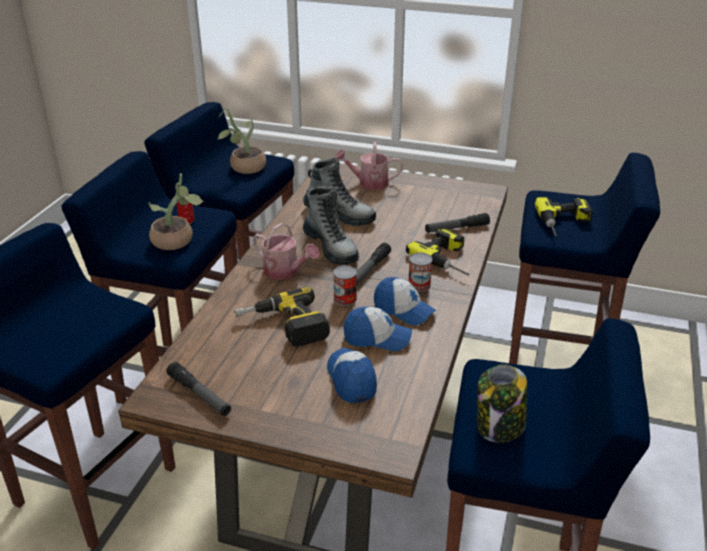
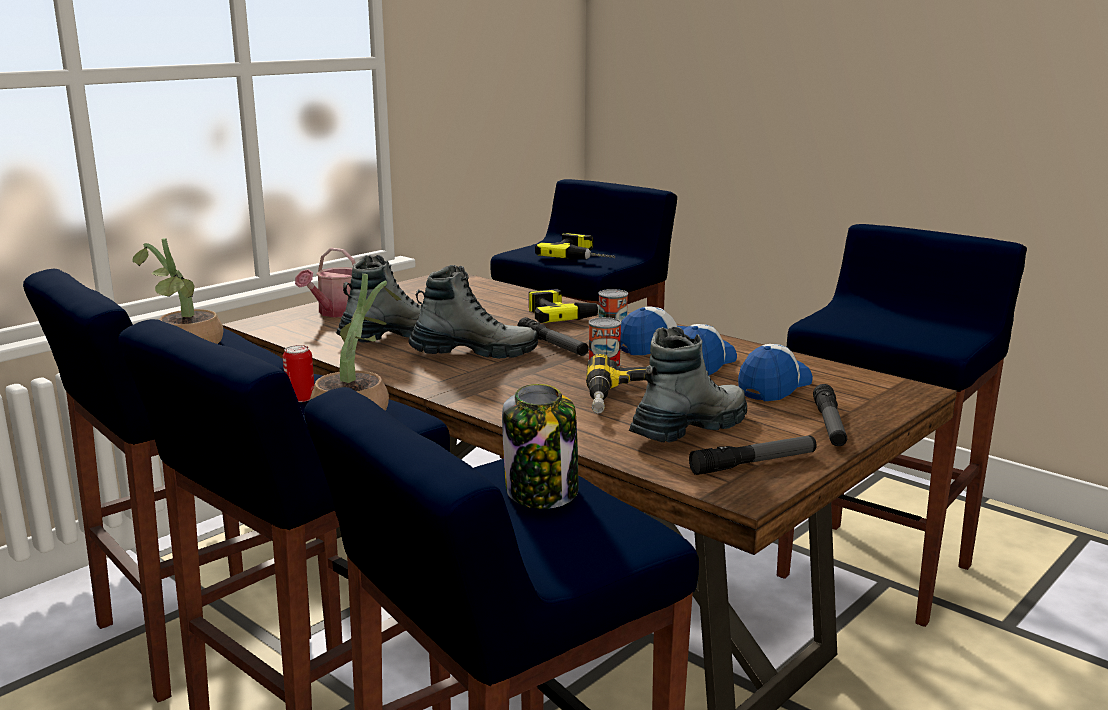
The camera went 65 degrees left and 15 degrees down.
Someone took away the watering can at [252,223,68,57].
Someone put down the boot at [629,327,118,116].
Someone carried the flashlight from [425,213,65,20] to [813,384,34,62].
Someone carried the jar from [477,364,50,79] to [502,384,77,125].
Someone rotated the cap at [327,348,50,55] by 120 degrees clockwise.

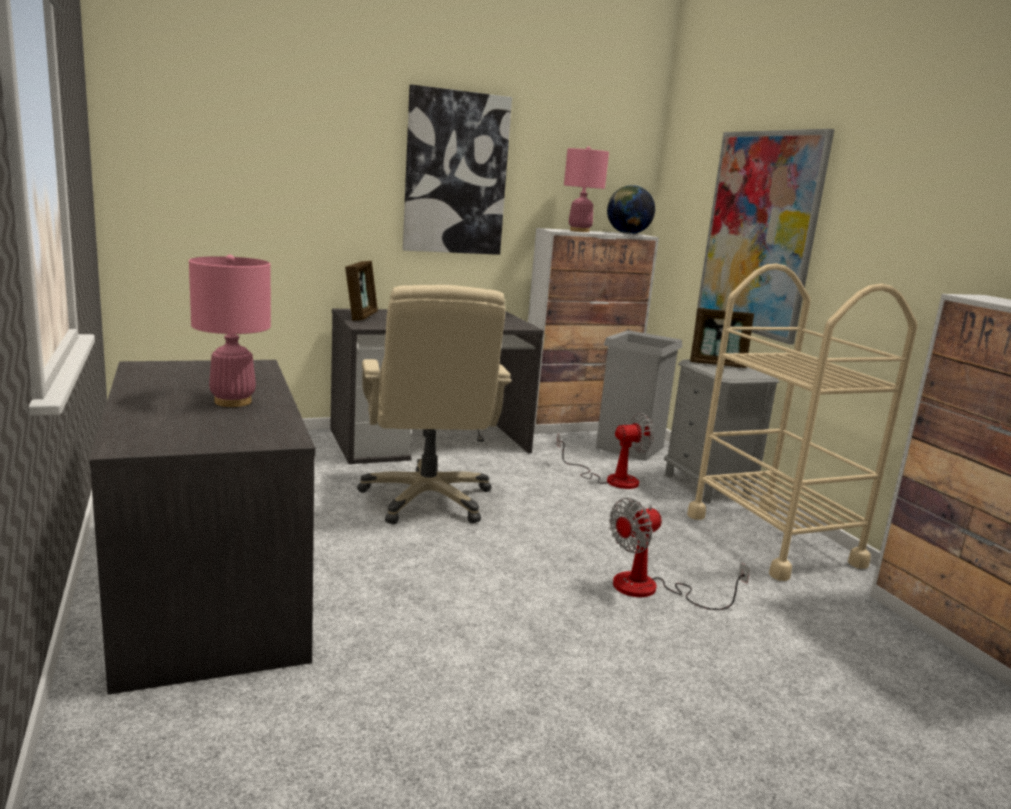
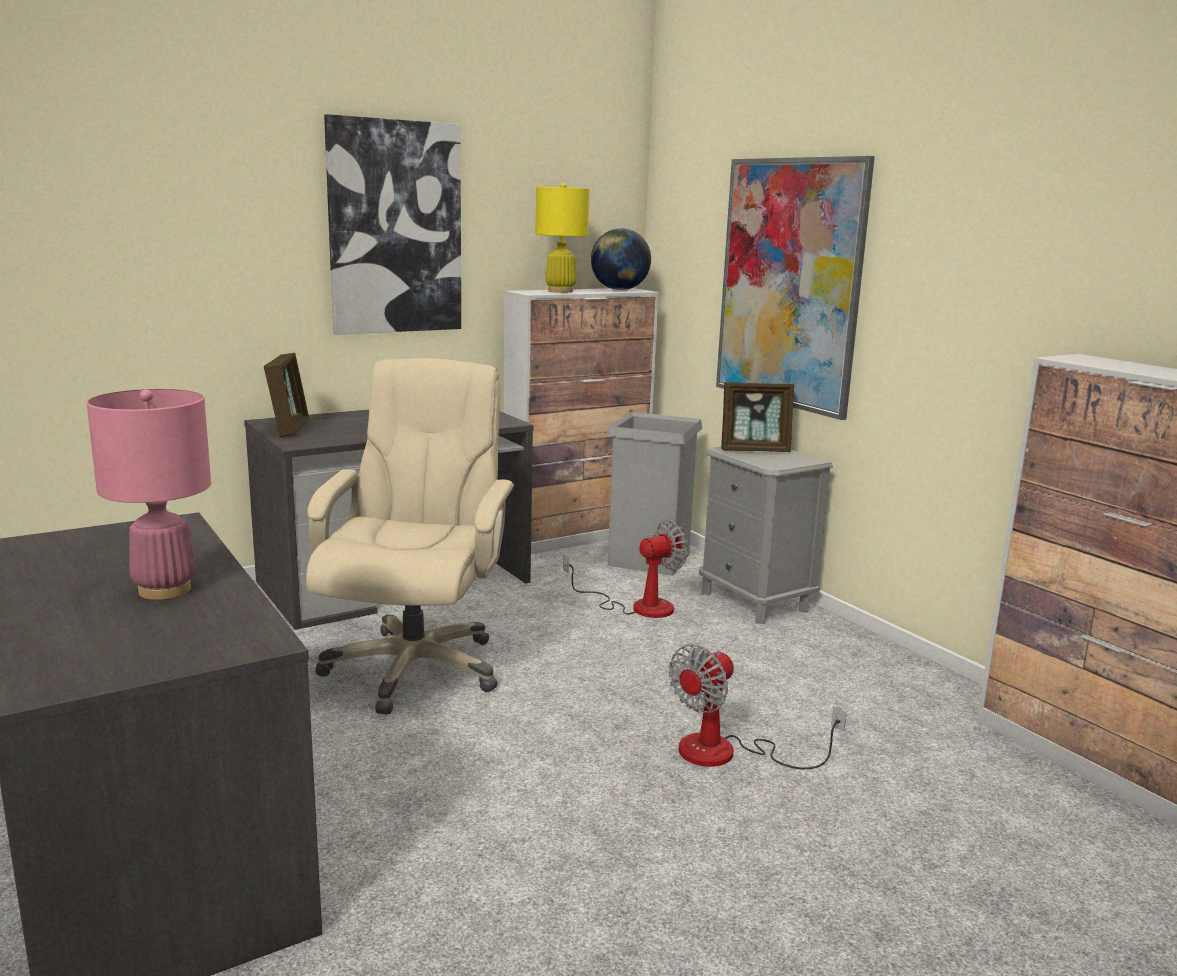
The camera went 10 degrees left and 0 degrees up.
Someone took away the beige cart at [687,263,231,318].
Someone repainted the pink table lamp at [564,146,45,86], which became the yellow table lamp at [536,183,54,110].
Someone rotated the beige office chair at [357,285,155,239] by 150 degrees counterclockwise.

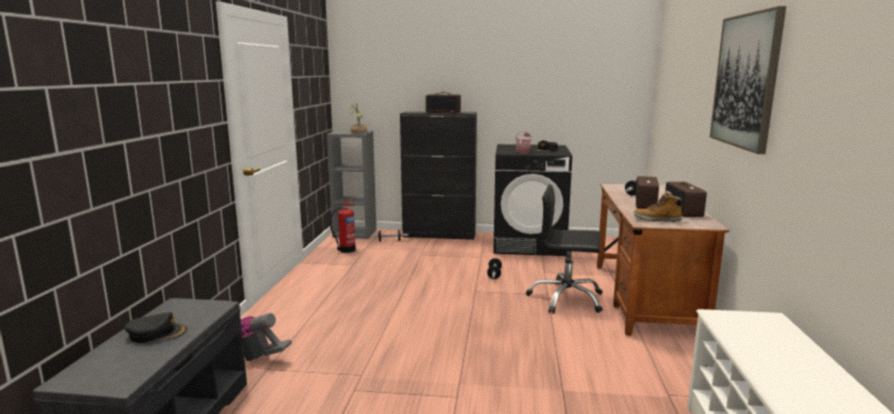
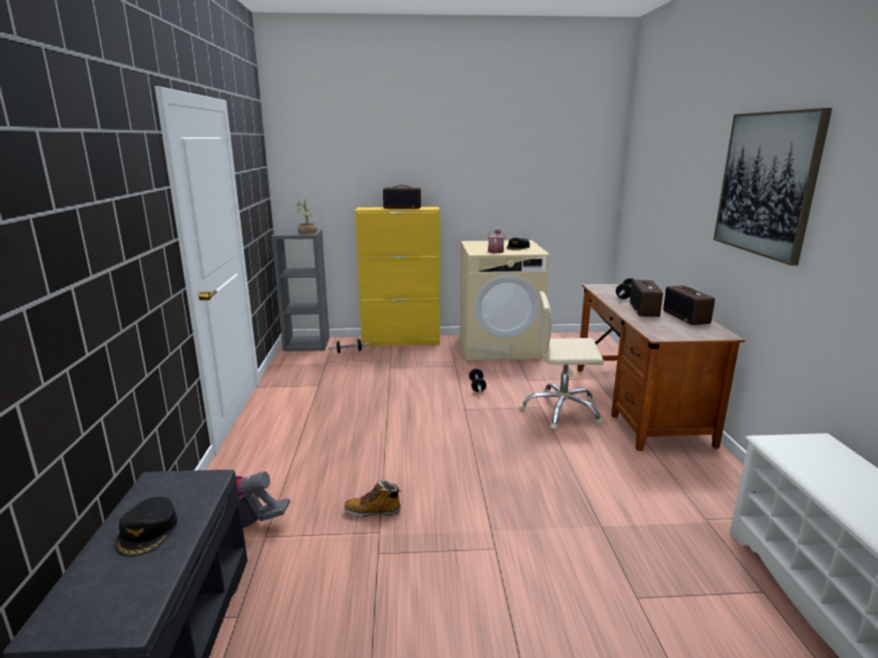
The camera went 10 degrees left and 5 degrees up.
Someone took away the fire extinguisher at [330,199,26,54].
Someone carried the boot from [633,191,50,31] to [344,480,57,37].
Someone repainted the black cabinet at [400,112,77,128], which became the yellow cabinet at [355,207,85,139].
Someone repainted the black washing machine at [493,144,79,112], which became the beige washing machine at [460,240,89,120].
Someone repainted the black office chair at [526,184,77,130], which became the beige office chair at [519,291,85,139].
Someone rotated the black cap at [124,312,63,31] by 105 degrees clockwise.

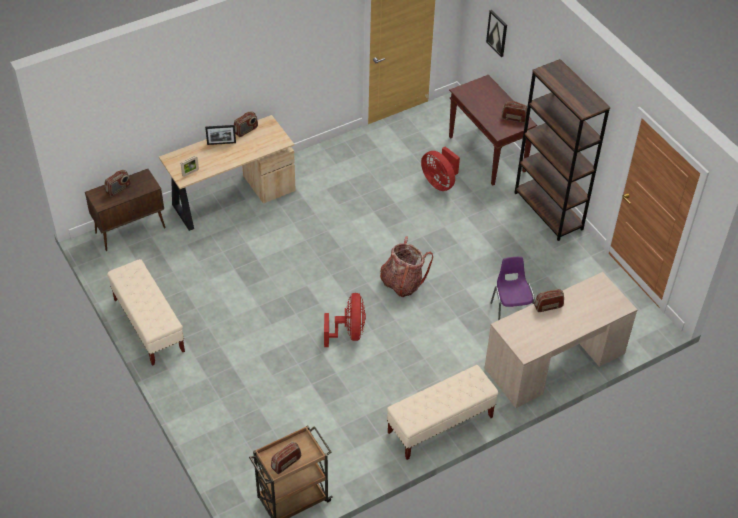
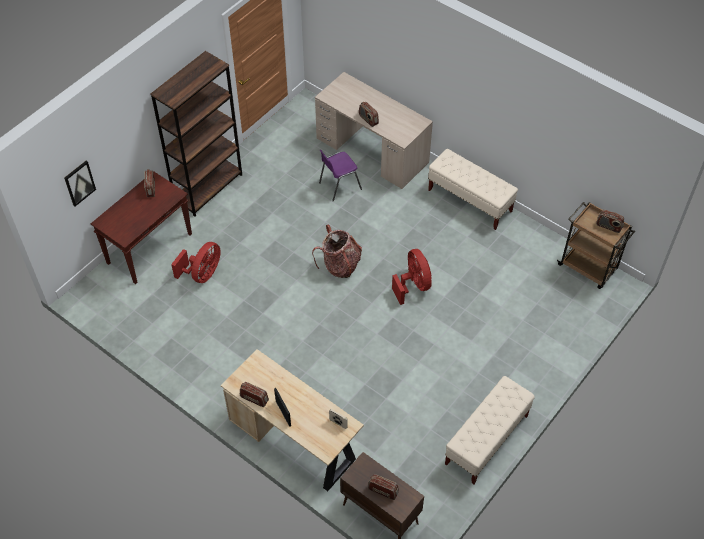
The camera went 110 degrees left and 5 degrees up.
Someone rotated the red fan at [324,293,42,54] by 90 degrees clockwise.

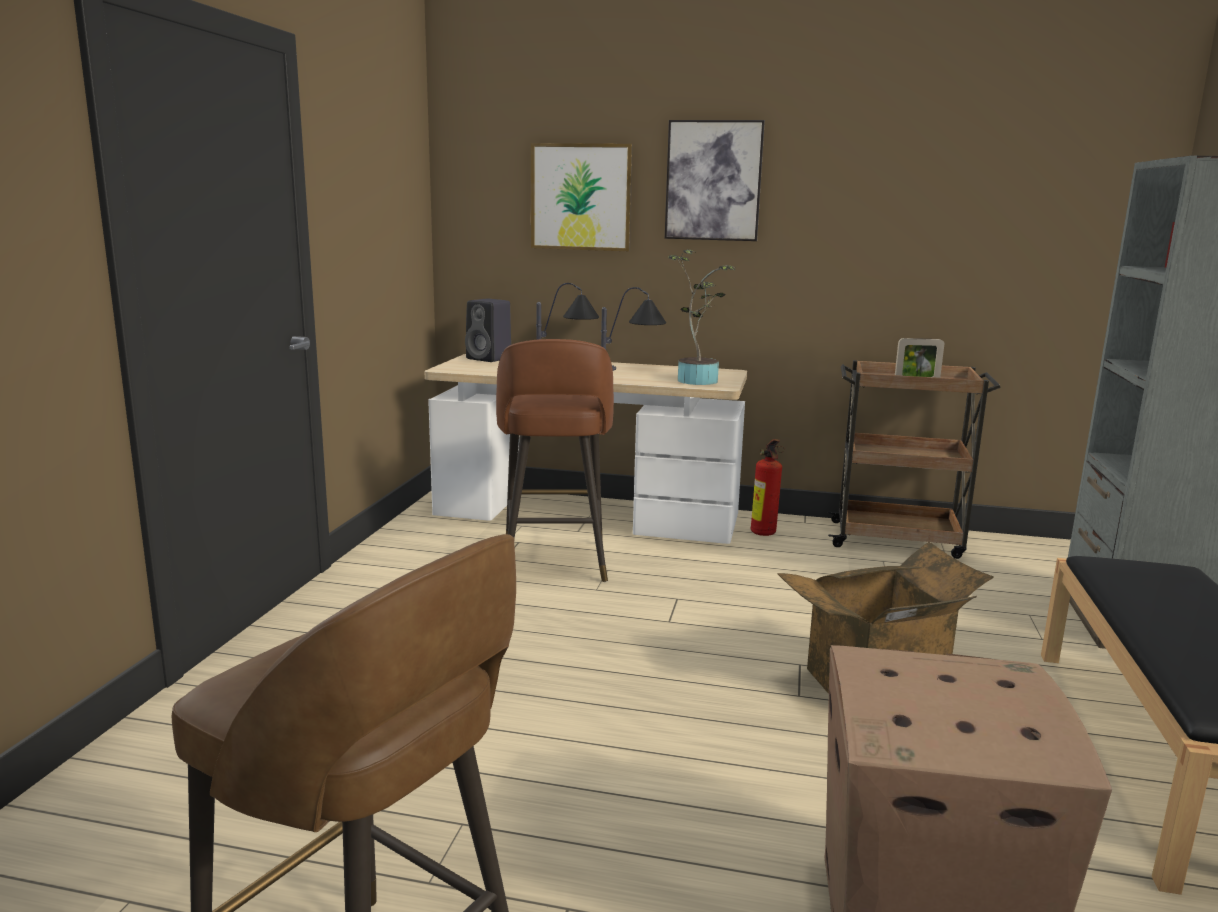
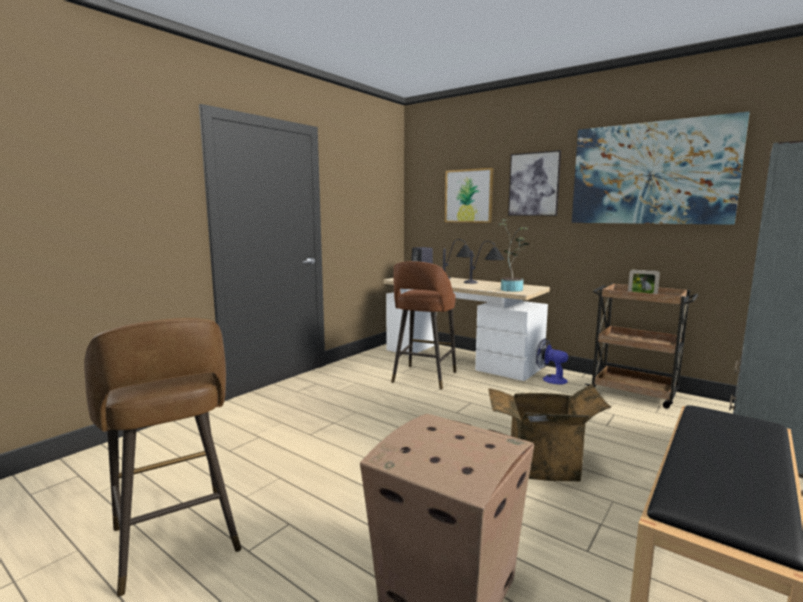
The camera went 25 degrees right and 5 degrees down.
Someone put up the picture at [572,111,178,114].
Someone swapped the fire extinguisher at [751,439,33,97] for the fan at [536,338,32,47].

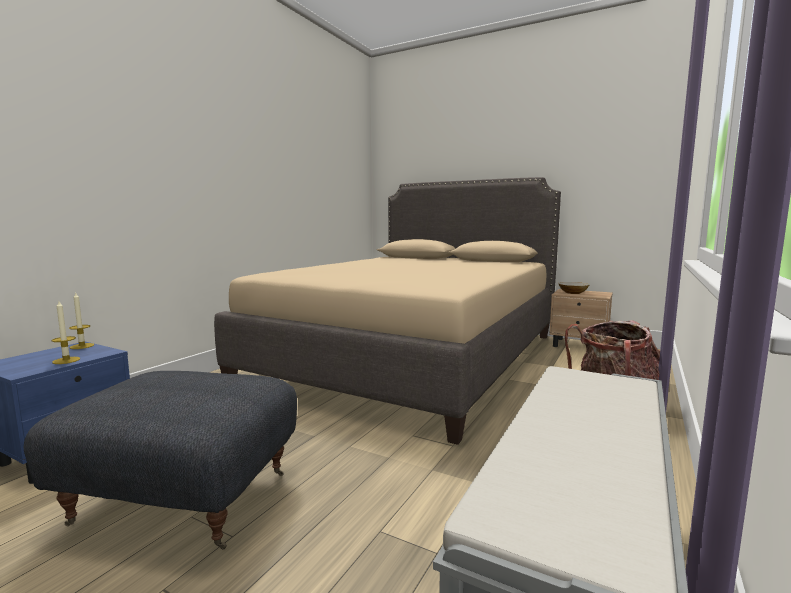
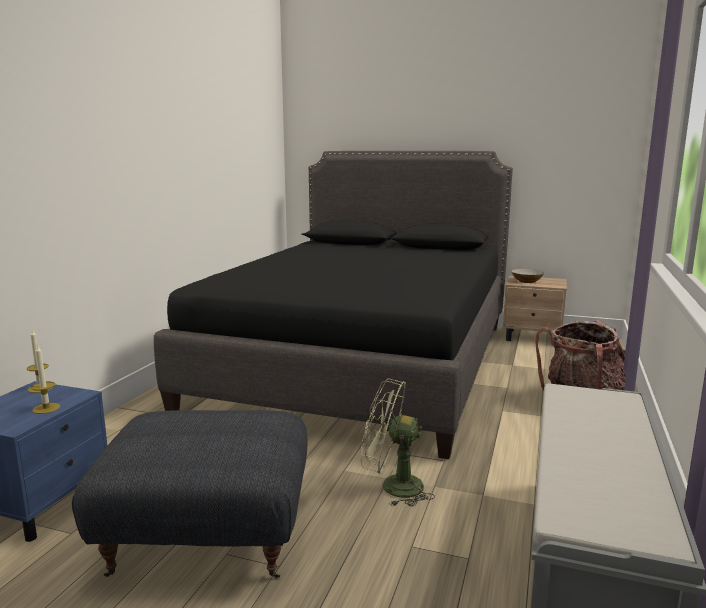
The camera went 10 degrees left and 5 degrees up.
Someone put down the green fan at [361,378,74,129].
Someone repainted the beige bed at [214,177,347,268], which became the black bed at [154,151,359,308].

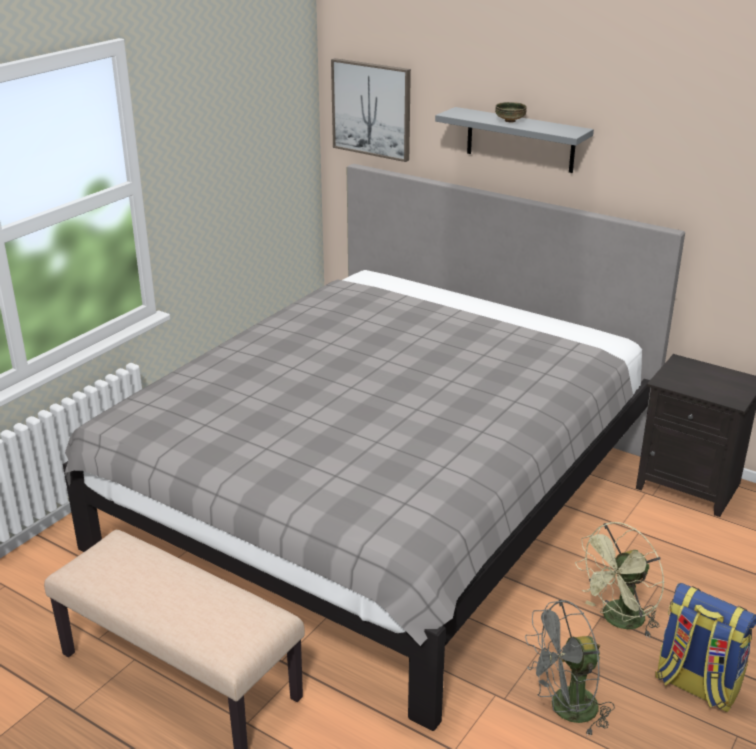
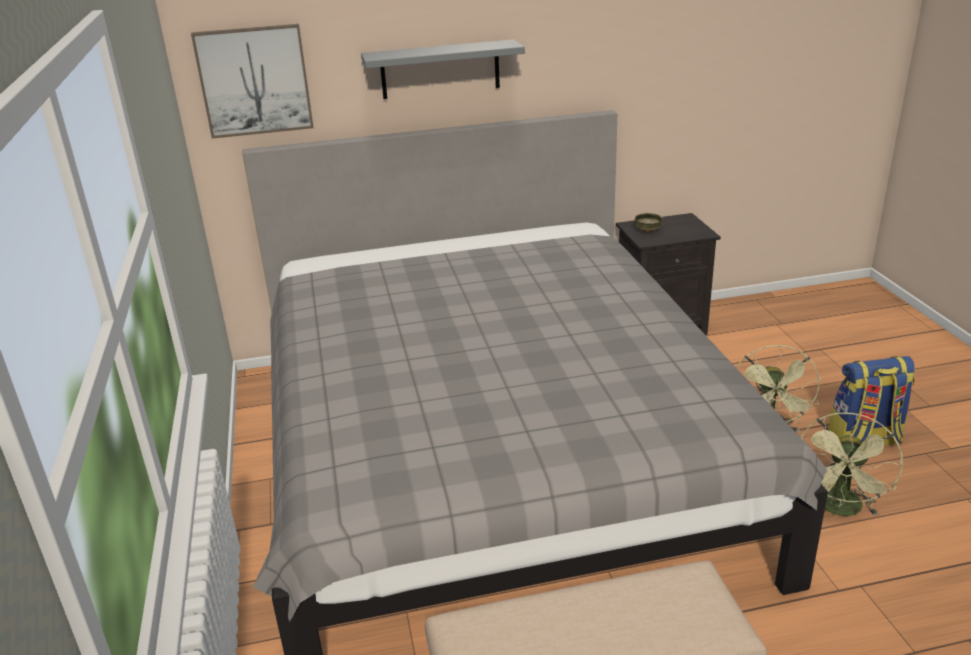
The camera went 45 degrees left and 0 degrees up.
Someone carried the bowl from [495,102,32,20] to [634,213,29,19].
Someone repainted the grey fan at [525,600,90,136], which became the green fan at [801,412,102,104].

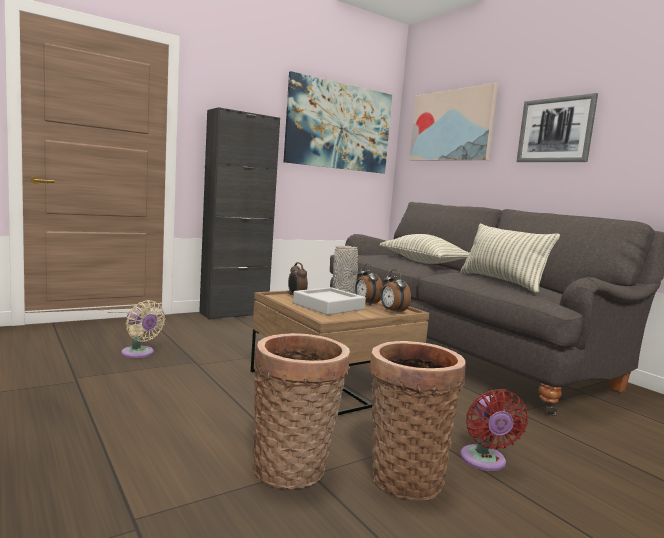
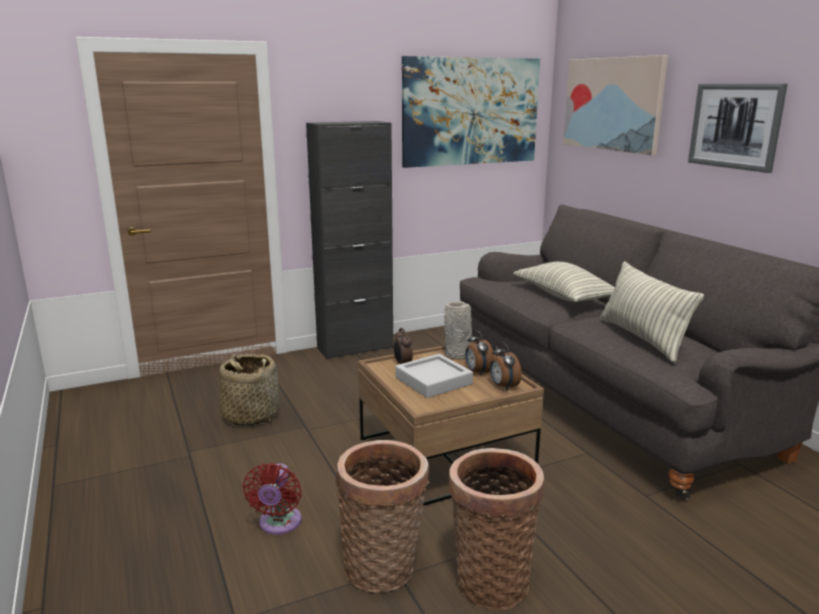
The camera went 10 degrees right and 10 degrees up.
Someone carried the red fan from [460,389,68,82] to [243,463,59,72].
Someone swapped the beige fan at [121,300,45,58] for the basket at [219,354,60,72].

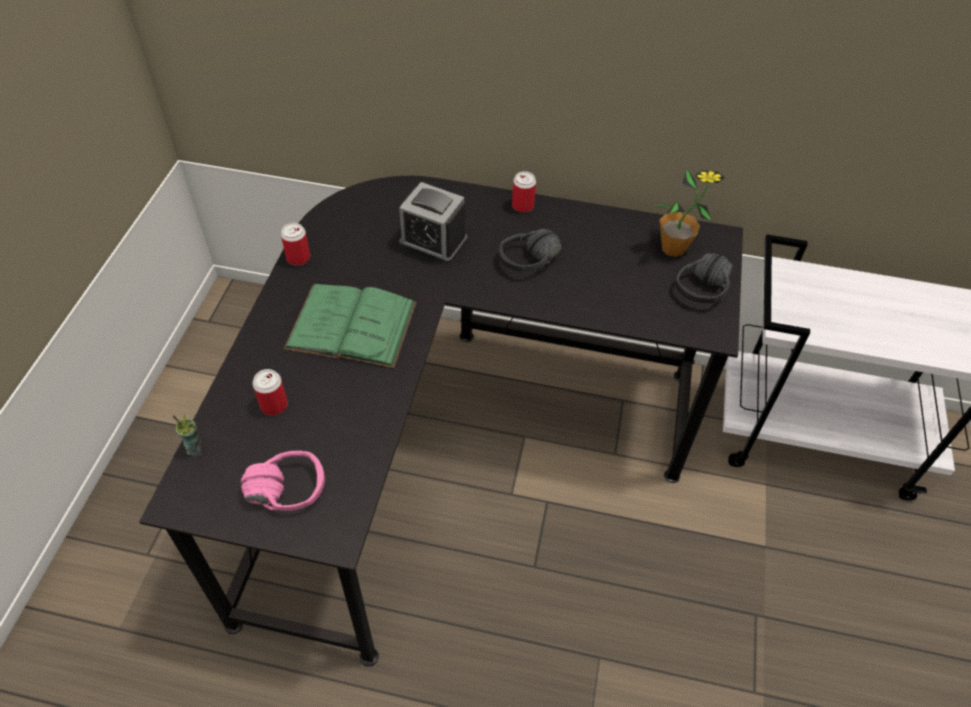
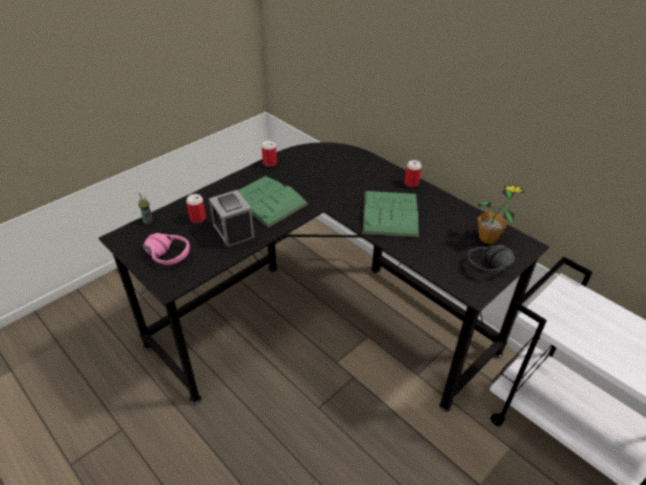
The camera went 35 degrees right and 10 degrees down.
Someone carried the alarm clock from [399,182,69,82] to [209,190,46,59].
Someone swapped the black headphones at [498,229,64,43] for the green book at [363,191,56,47].

